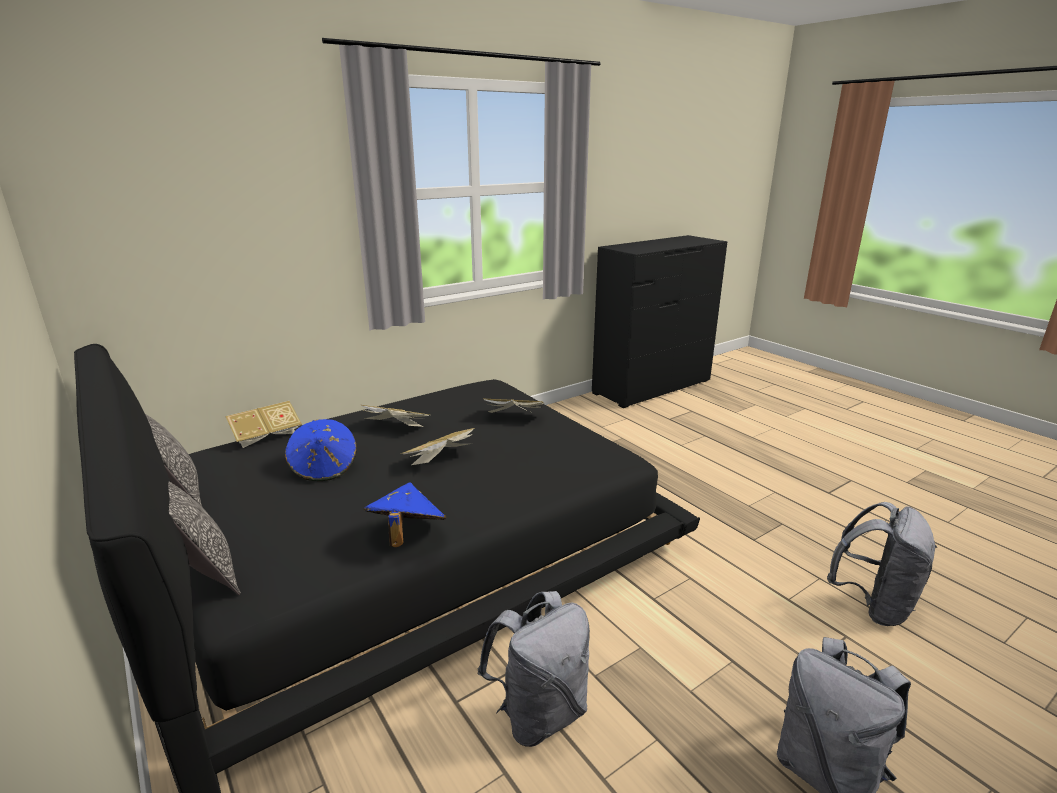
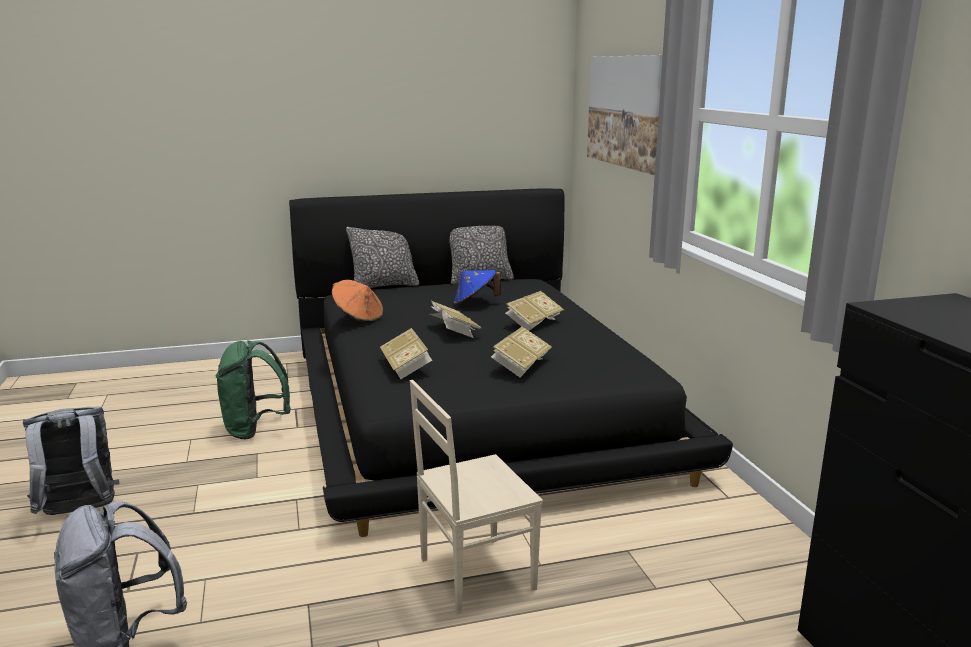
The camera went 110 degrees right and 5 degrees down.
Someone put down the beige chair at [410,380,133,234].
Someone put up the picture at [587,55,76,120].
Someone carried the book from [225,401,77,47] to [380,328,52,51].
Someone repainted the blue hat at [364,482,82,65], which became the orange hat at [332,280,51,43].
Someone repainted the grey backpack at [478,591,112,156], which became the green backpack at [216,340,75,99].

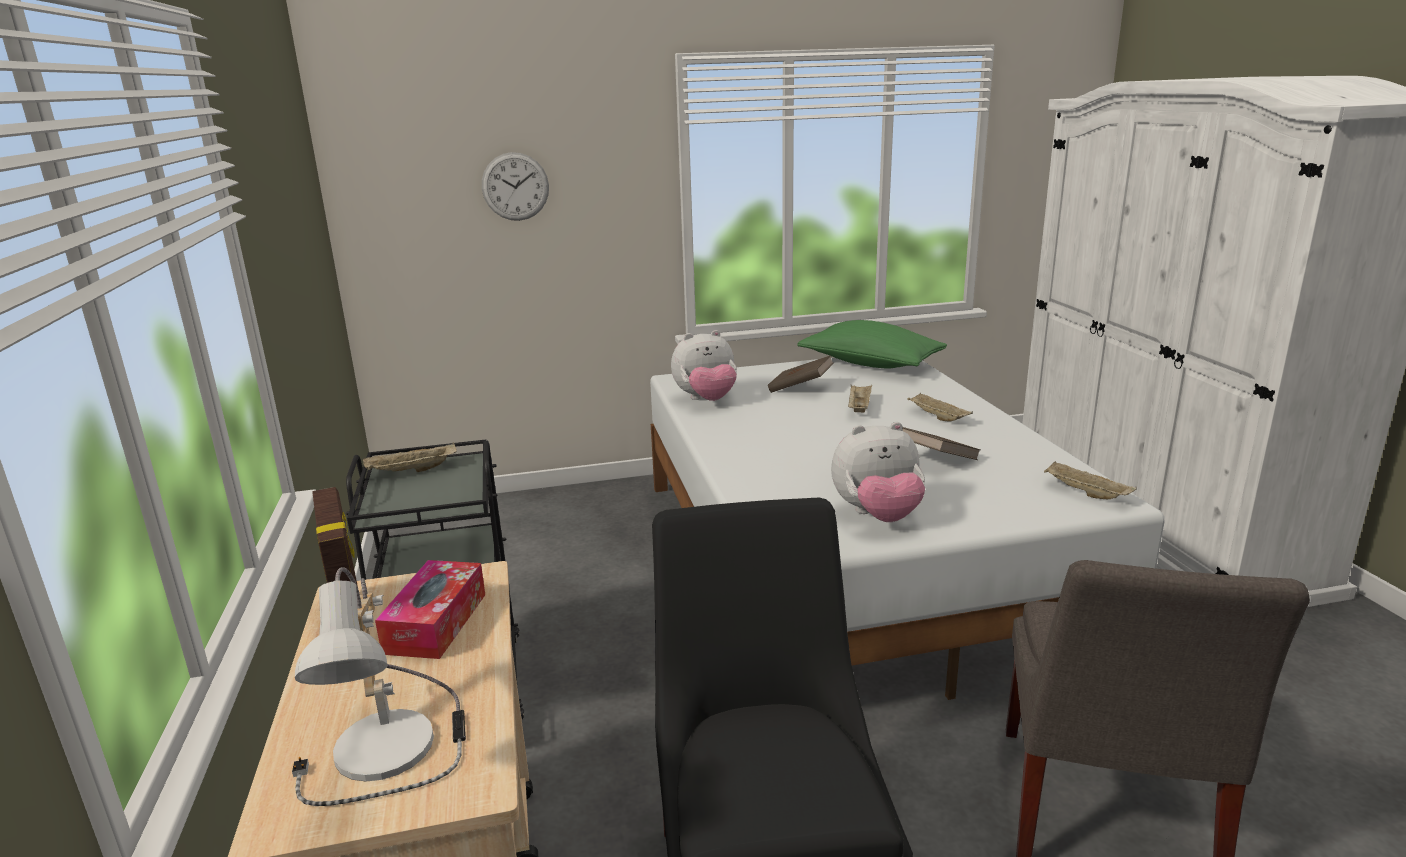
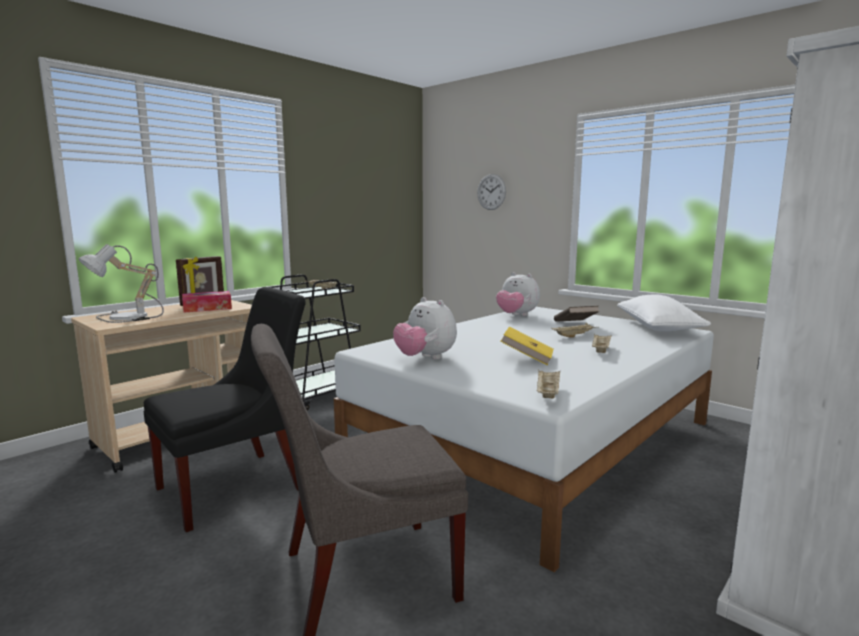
The camera went 55 degrees right and 10 degrees down.
Someone repainted the green pillow at [797,320,150,49], which became the white pillow at [617,294,94,37].
Someone repainted the brown book at [902,427,79,33], which became the yellow book at [500,327,53,38].

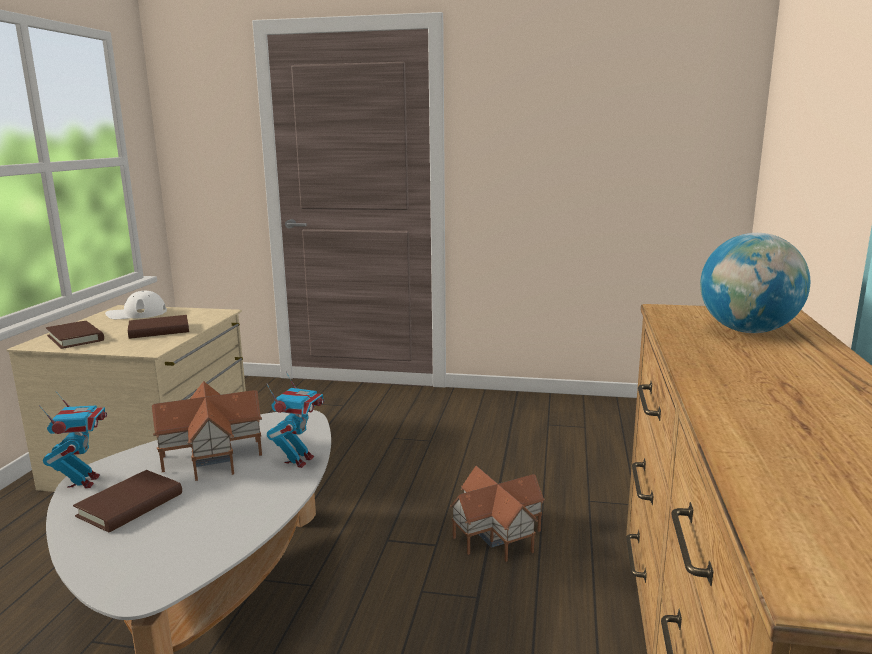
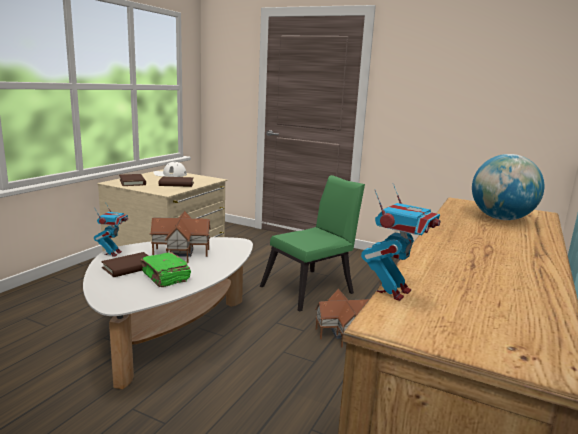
The camera went 15 degrees right and 0 degrees up.
Someone put down the green book at [140,252,51,35].
Someone put down the green chair at [260,175,105,137].
Someone carried the toy robot from [267,371,57,97] to [361,183,79,118].

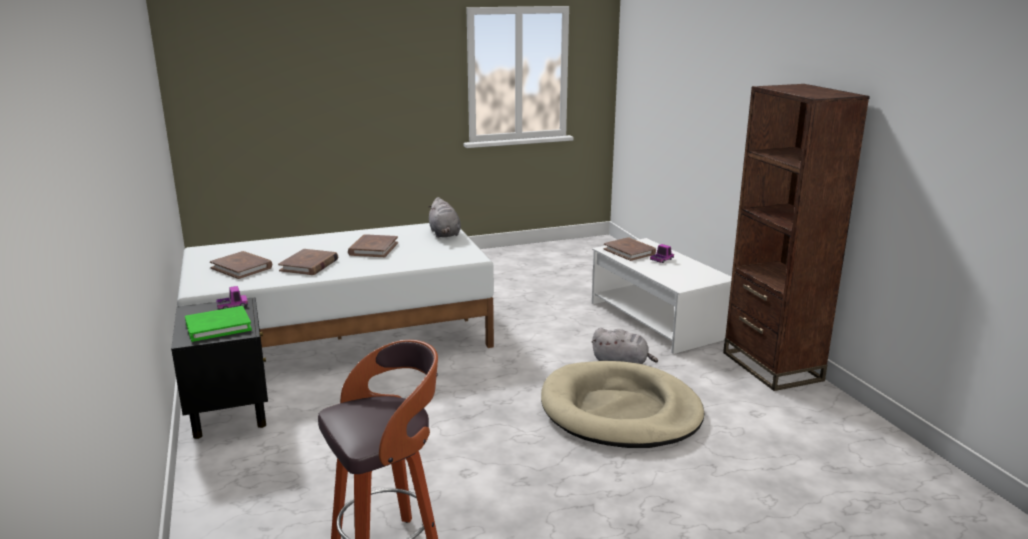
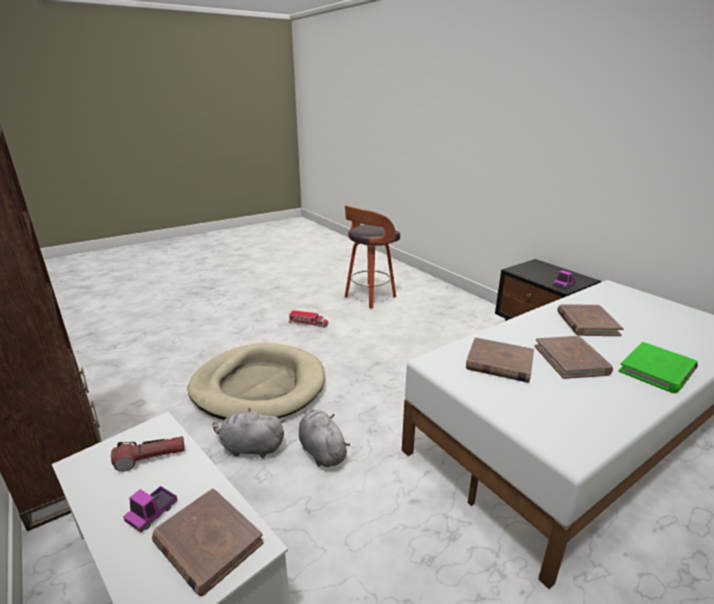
The camera went 165 degrees right and 5 degrees up.
Someone put down the flashlight at [111,436,74,36].
Someone put down the toy truck at [289,310,39,18].
Someone carried the green book from [185,306,67,36] to [619,342,79,51].
Someone carried the brown book from [210,251,62,28] to [466,337,68,46].
Someone carried the grey plush toy from [428,197,33,41] to [299,409,51,58].

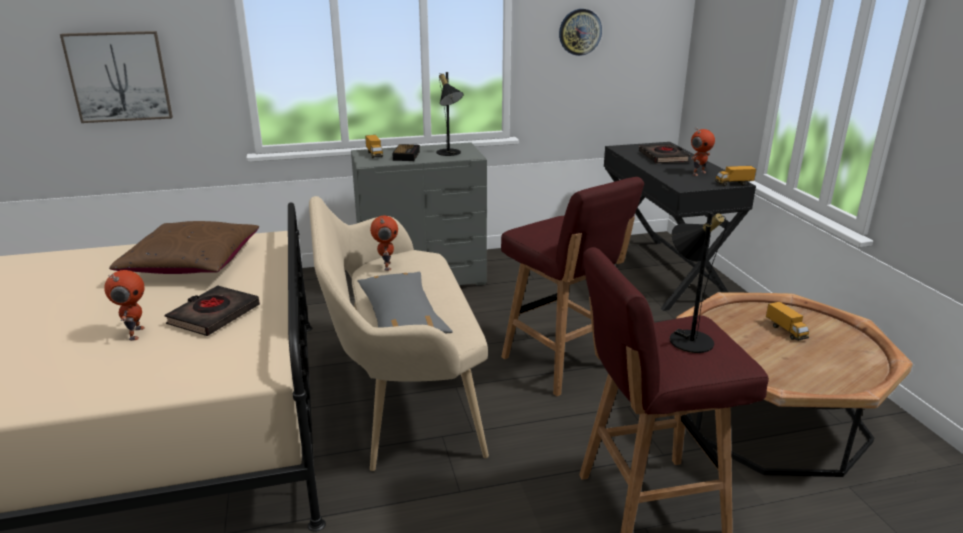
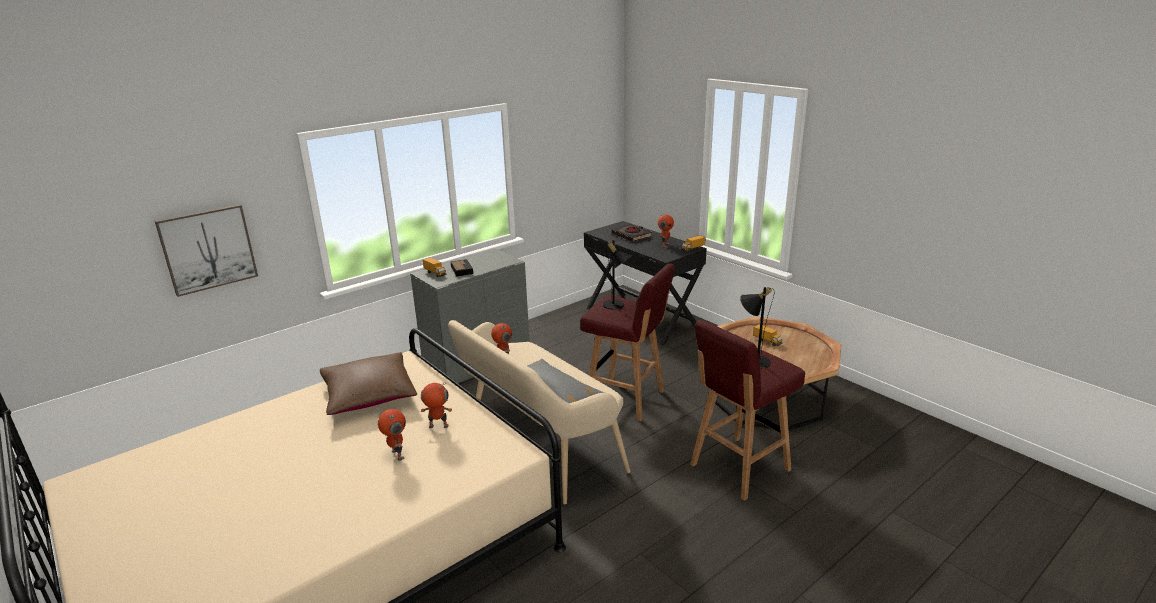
The camera went 25 degrees left and 0 degrees up.
Someone took away the wall clock at [559,9,43,47].
Someone carried the black table lamp from [436,72,27,84] to [603,240,29,69].
Someone swapped the black book at [164,285,96,51] for the toy robot at [421,382,31,46].

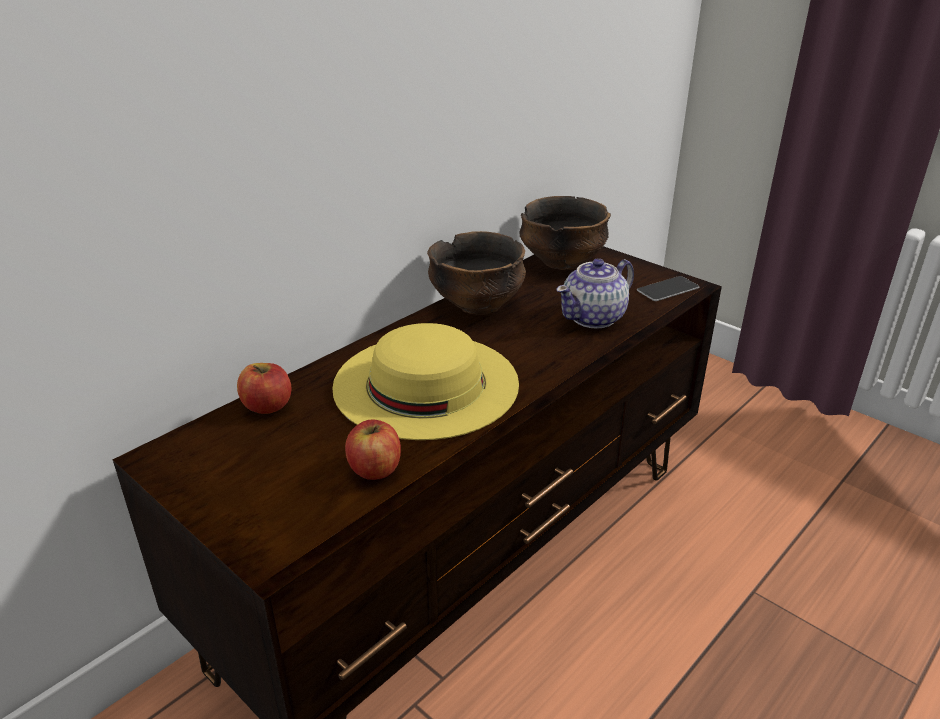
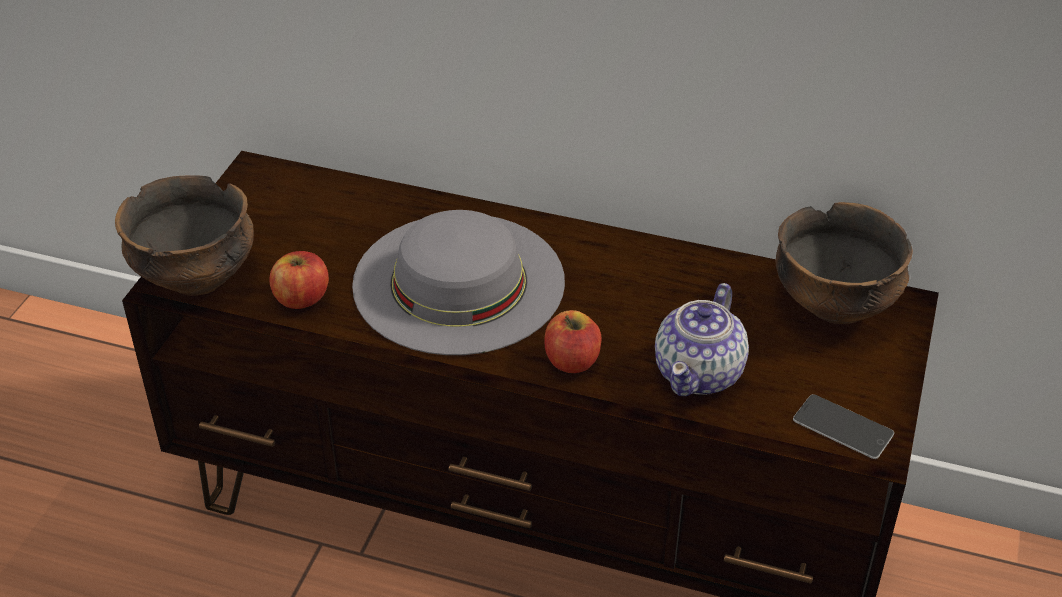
The camera went 65 degrees right and 10 degrees up.
Someone carried the apple from [237,363,55,51] to [544,310,57,63].
Someone carried the bowl from [427,231,99,84] to [115,175,139,121].
Someone repainted the yellow hat at [332,323,187,117], which became the grey hat at [352,210,213,145].
Someone rotated the teapot at [556,258,78,71] by 90 degrees counterclockwise.

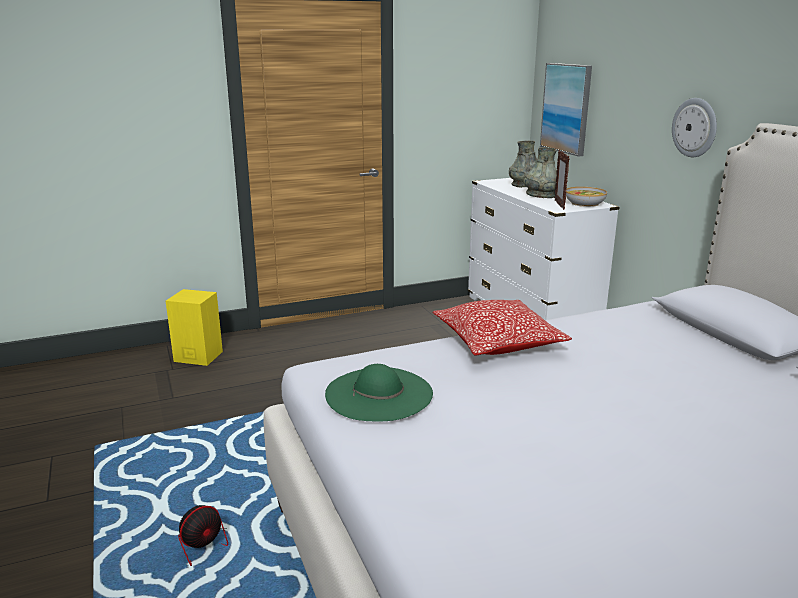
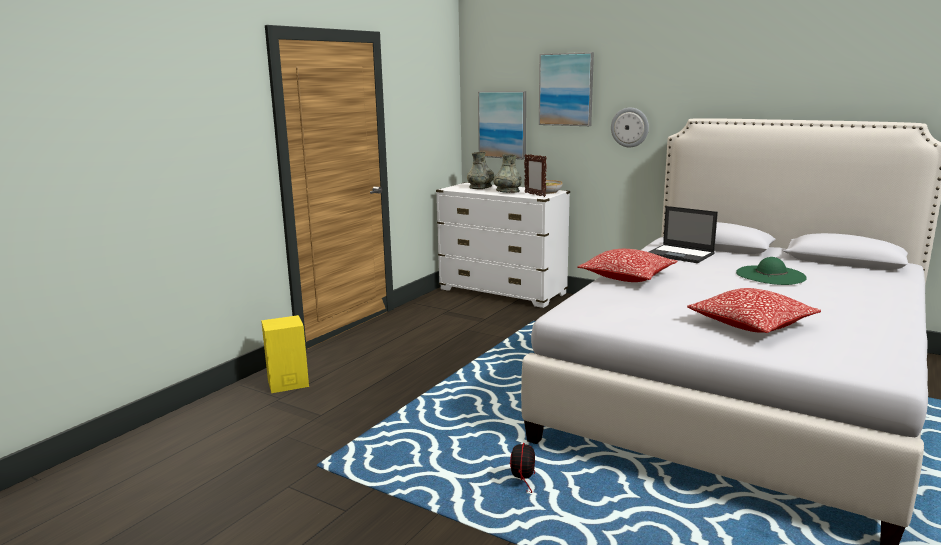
The camera went 35 degrees left and 5 degrees down.
Someone put up the picture at [539,52,55,74].
Someone put down the laptop at [649,206,69,57].
Someone put down the pillow at [687,288,134,45].
Someone carried the green hat from [325,364,108,57] to [736,257,71,28].

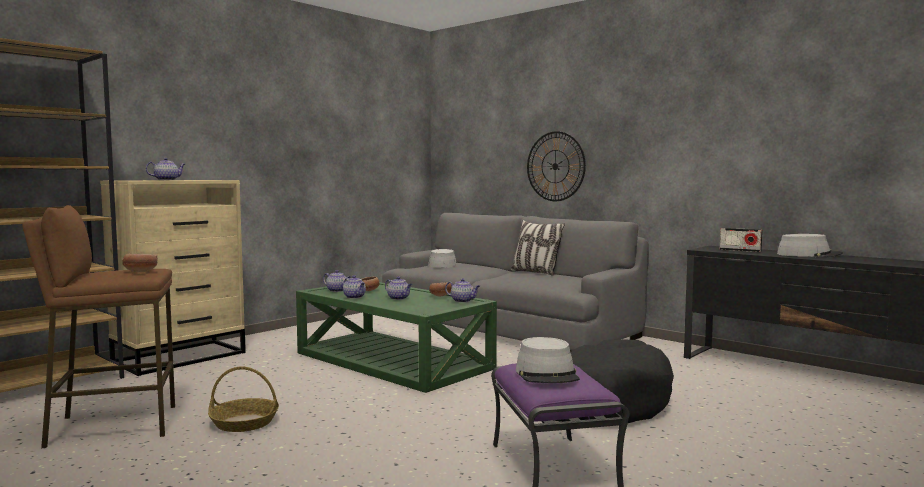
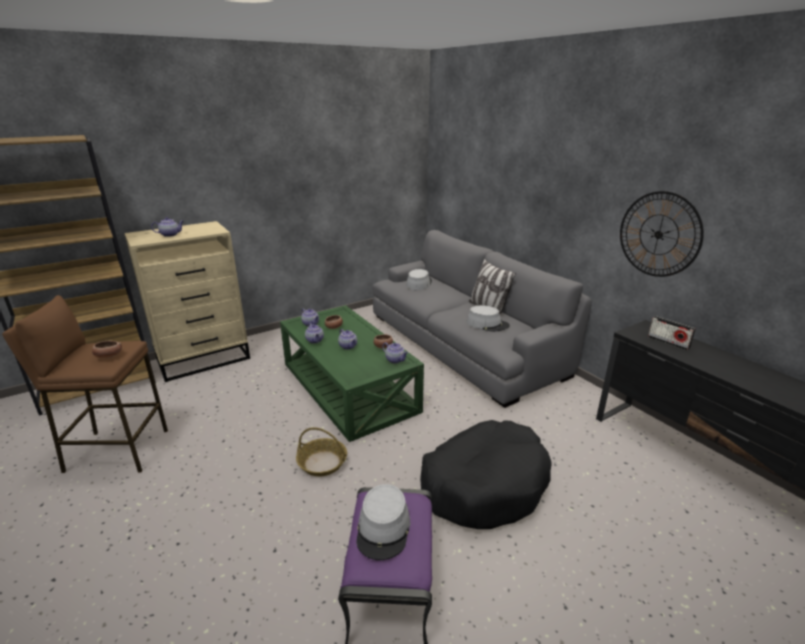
The camera went 15 degrees right and 20 degrees up.
Someone carried the basket from [208,366,71,66] to [296,427,51,50].
Someone carried the wall clock from [527,131,59,70] to [620,191,84,86].
Someone carried the grey hat from [777,234,66,24] to [467,305,43,27].

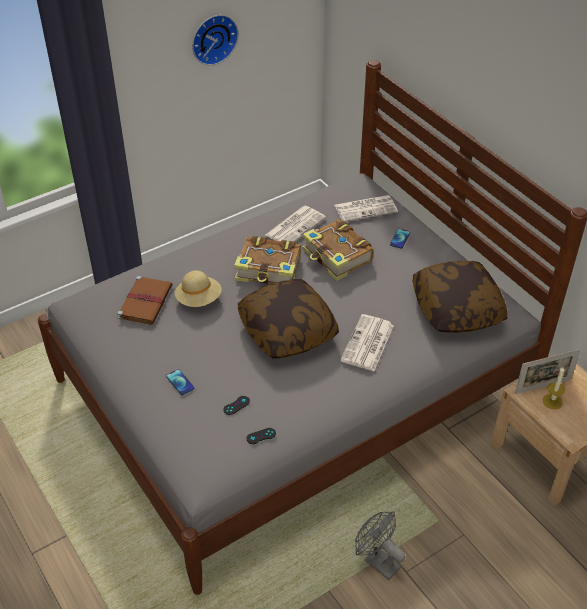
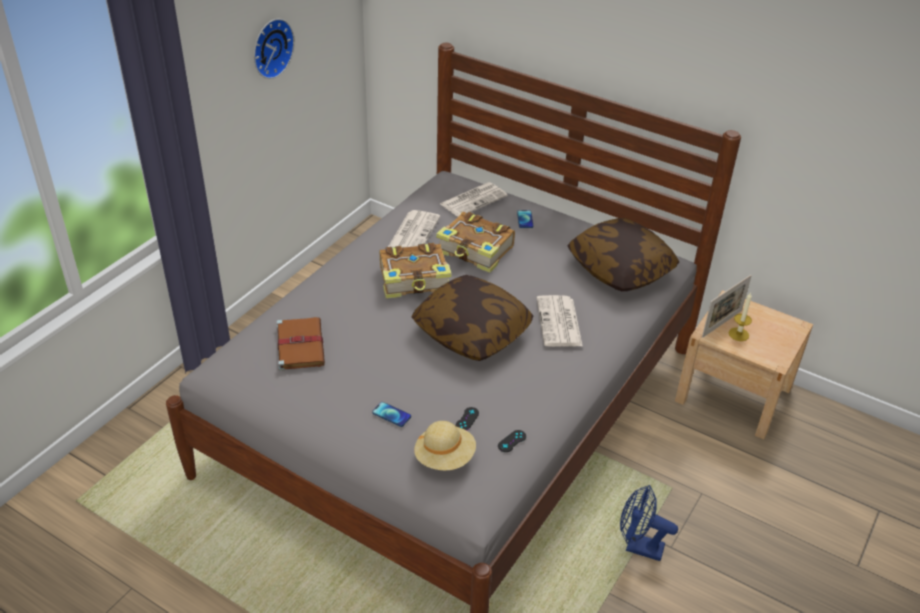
The camera went 25 degrees left and 5 degrees down.
Someone carried the beige hat from [175,270,47,37] to [414,421,62,50].
Someone repainted the grey fan at [355,512,50,68], which became the blue fan at [620,485,58,76].

